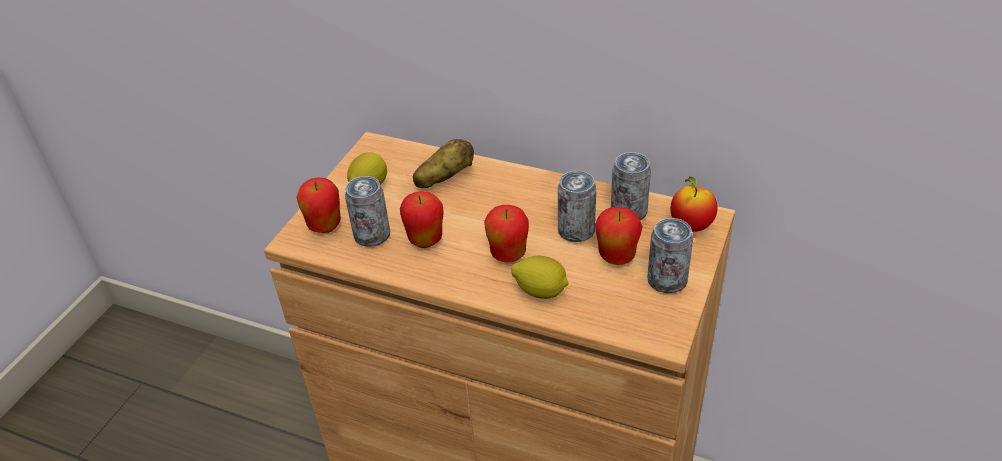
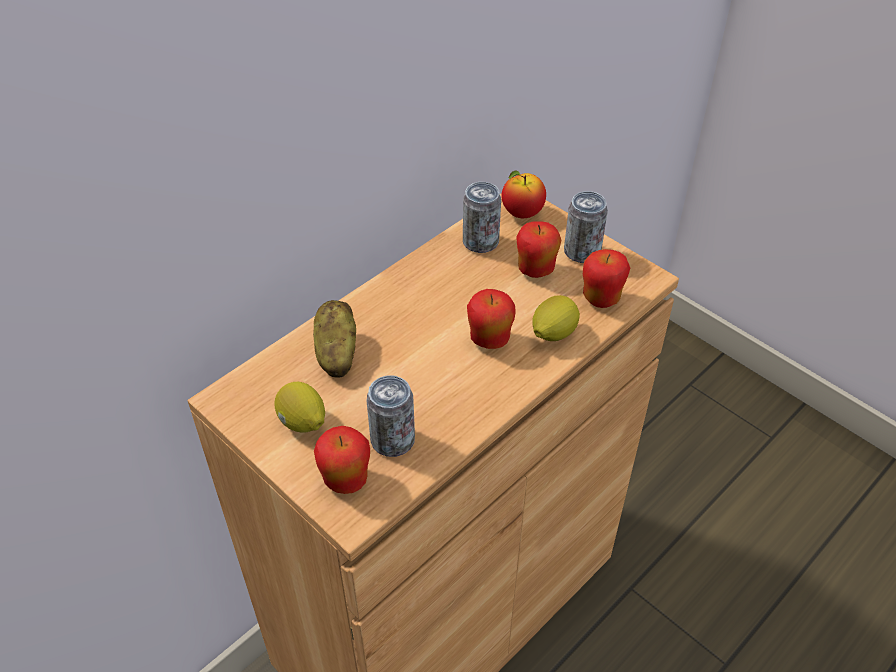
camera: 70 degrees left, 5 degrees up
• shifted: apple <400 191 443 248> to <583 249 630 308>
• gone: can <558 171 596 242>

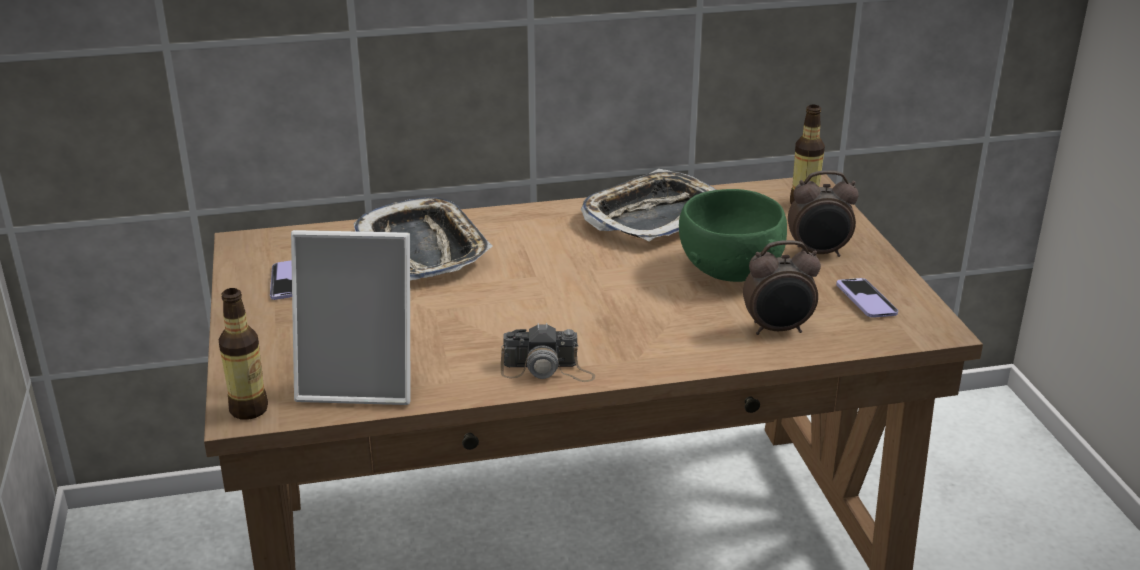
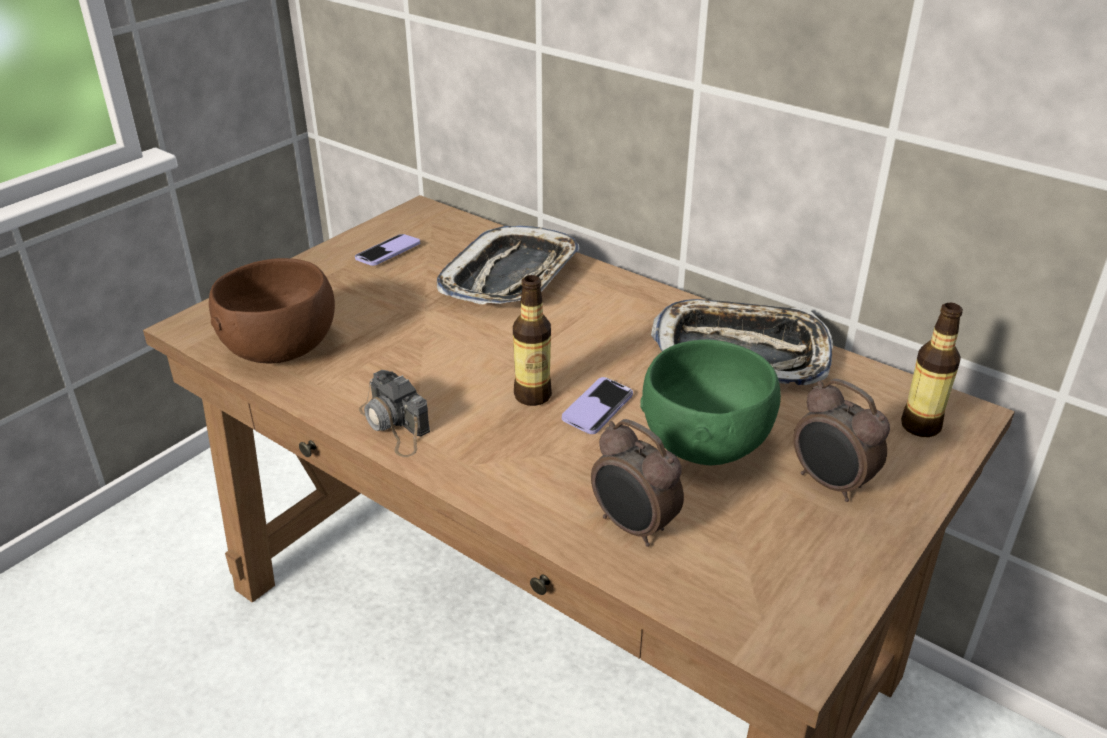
camera: 50 degrees right, 5 degrees up
• swapped: picture frame <291 230 411 405> to bowl/brown <209 258 335 363>
• shifted: bottle <219 288 268 420> to <513 275 552 406>
• shifted: phone <836 278 898 318> to <562 377 633 434>

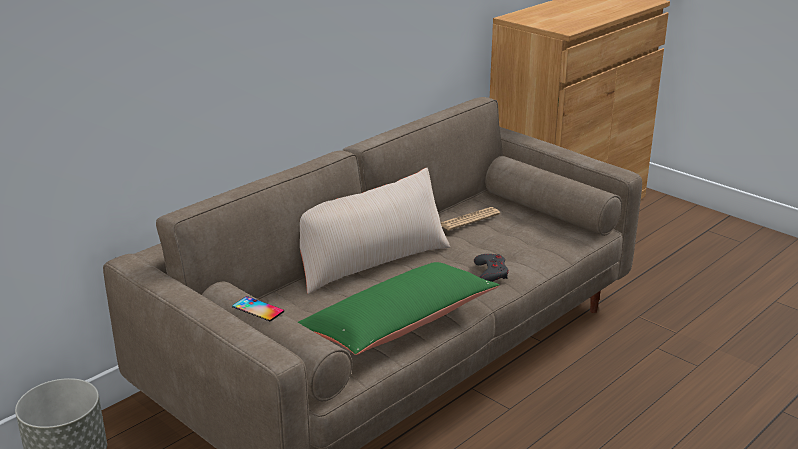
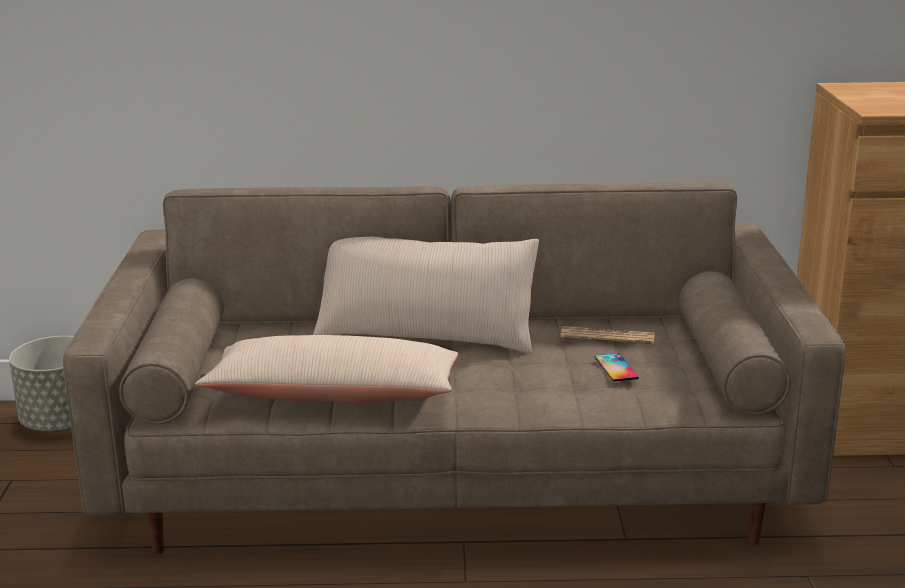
camera: 45 degrees right, 5 degrees down
• repainted: pillow/green <298 262 500 355> to pillow/beige <195 335 458 403>
• shifted: phone <232 296 284 321> to <594 353 639 382>
• gone: game controller/grey <474 254 509 282>

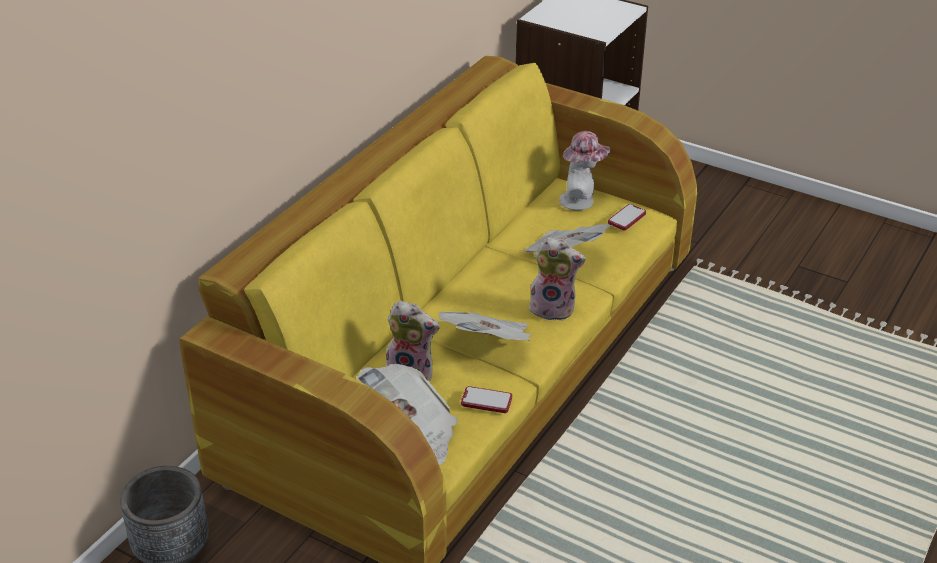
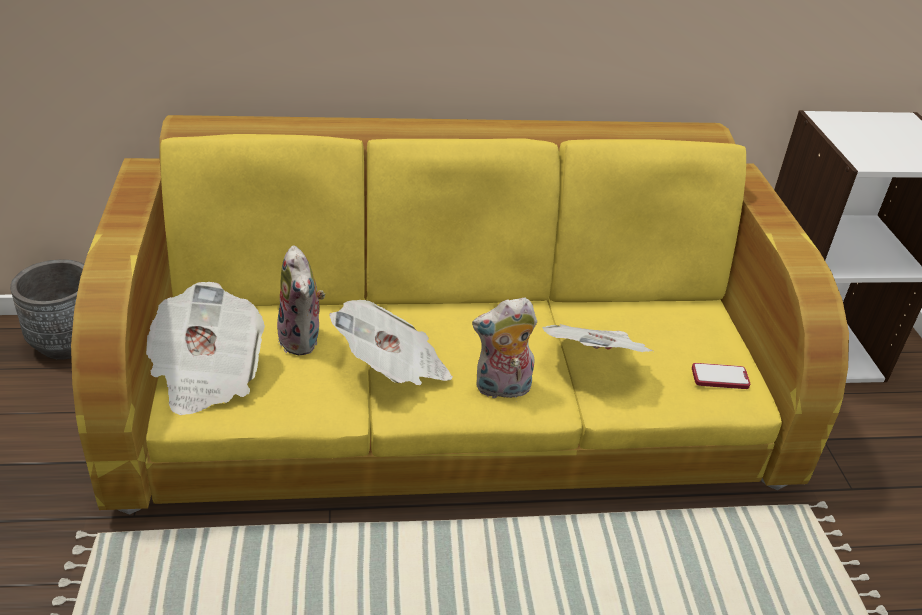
camera: 50 degrees right, 0 degrees up
• rotated: plush toy <529 237 586 321> = <472 297 537 398> 105 degrees clockwise
• gone: phone <461 386 512 413>
• gone: hat <559 131 610 210>

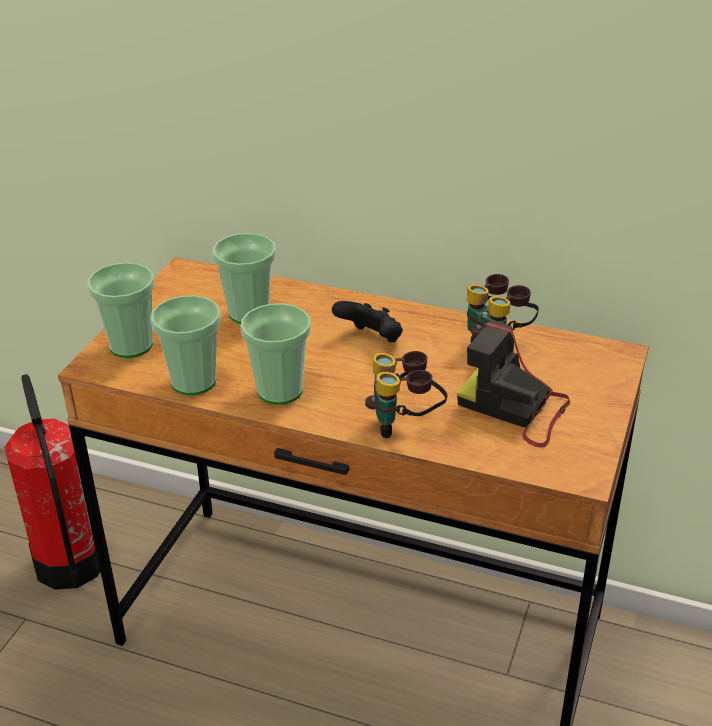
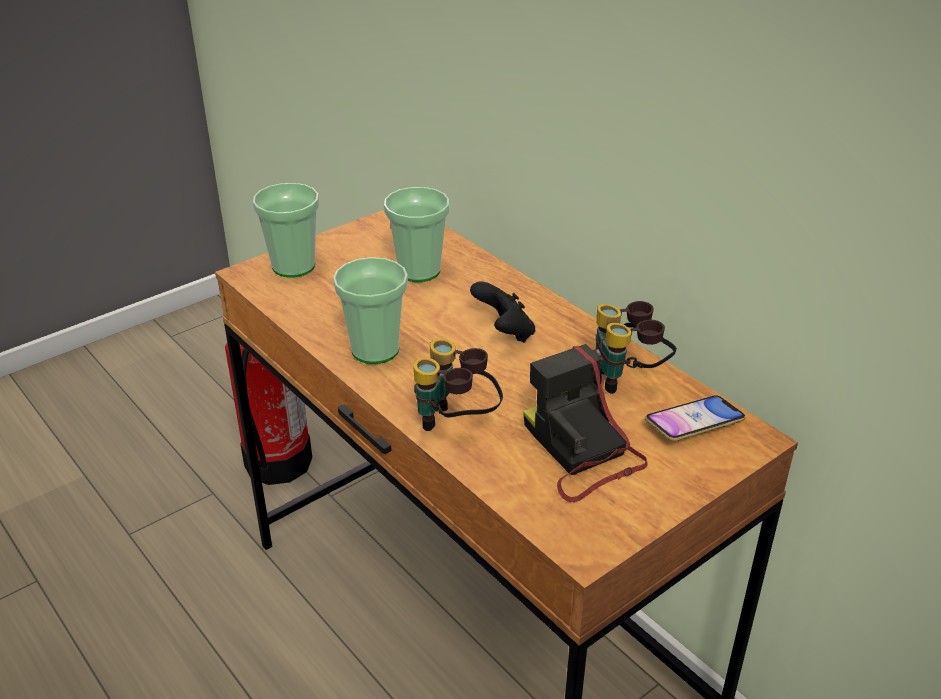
camera: 30 degrees right, 0 degrees up
• new: phone <645 395 745 441>
• gone: cup <150 295 221 395>

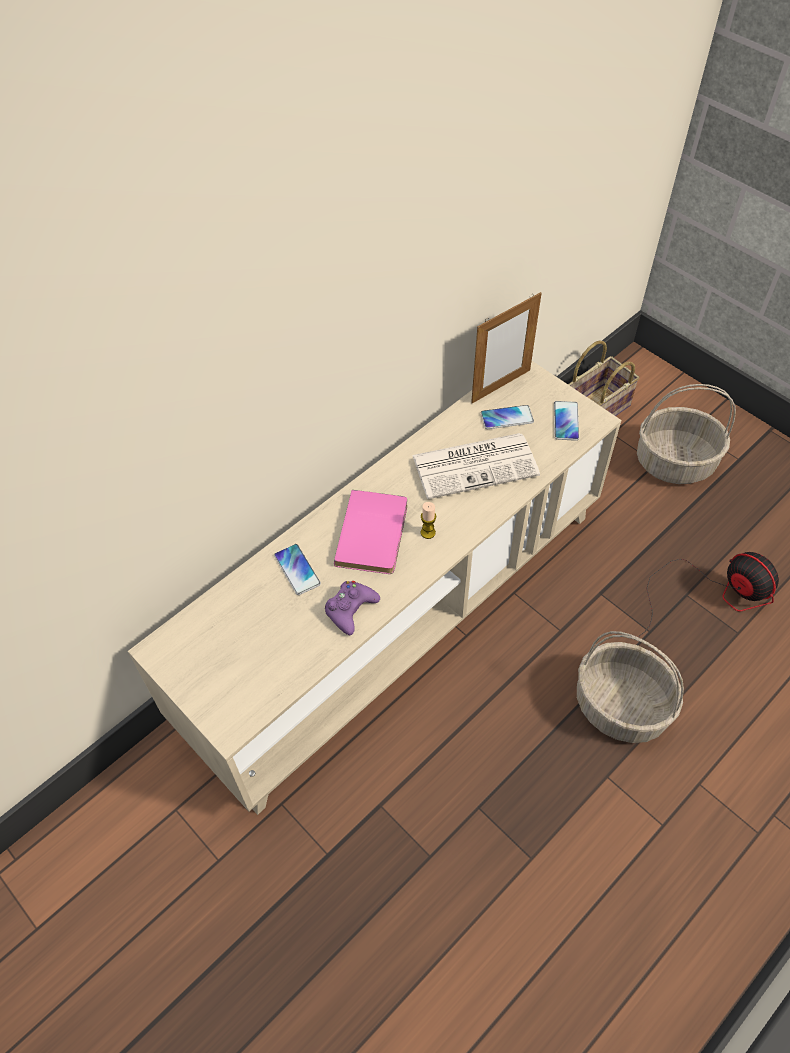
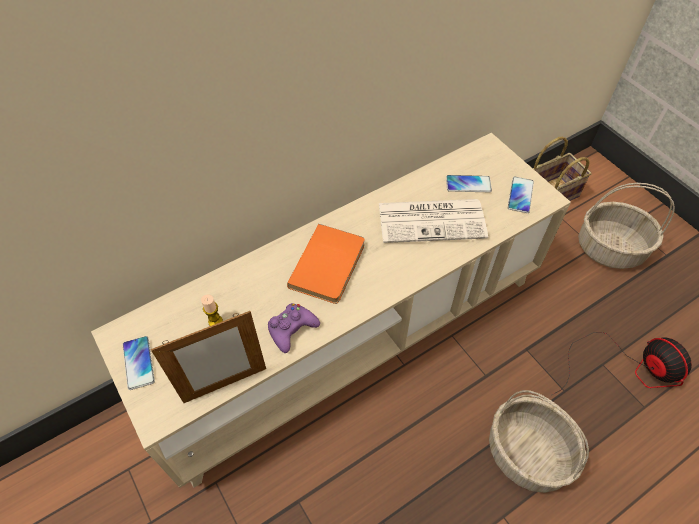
camera: 10 degrees right, 0 degrees up
• shifted: phone <274 544 321 595> to <123 336 155 390>
• shifted: picture frame <471 292 542 403> to <151 311 266 403>
• shifted: candle <421 502 436 539> to <201 295 223 326>
• repainted: book/pink <334 490 407 574> to book/orange <287 224 365 304>

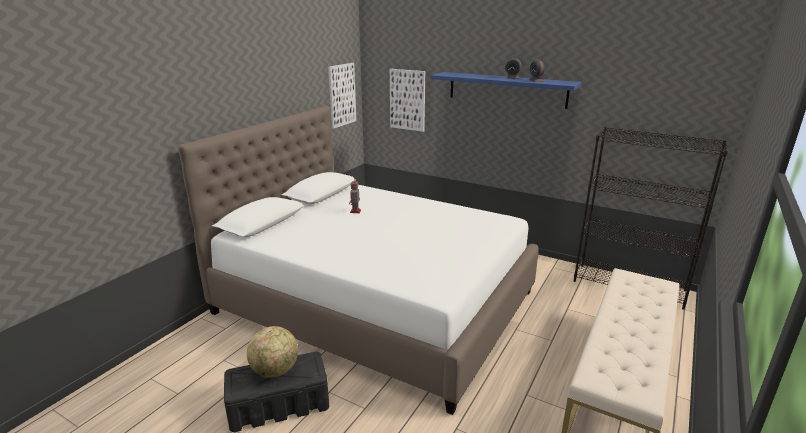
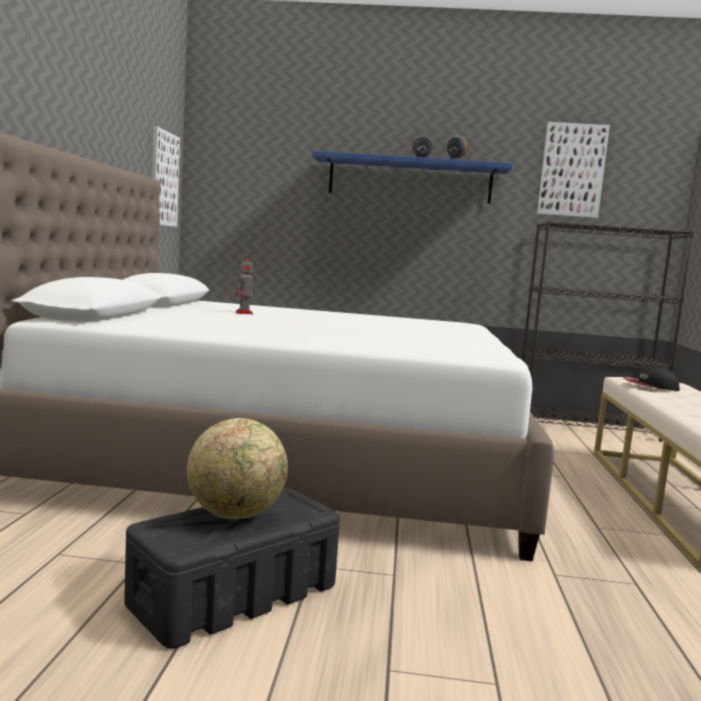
camera: 25 degrees left, 15 degrees down
• shifted: picture <390 69 425 132> to <537 122 610 218>
• new: cap <624 366 680 391>

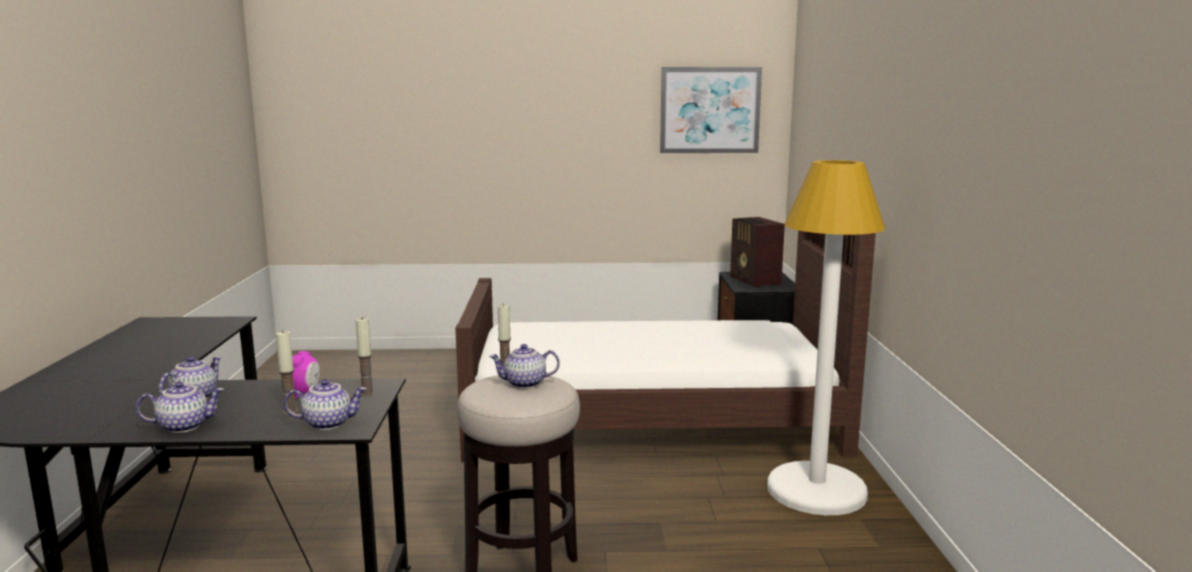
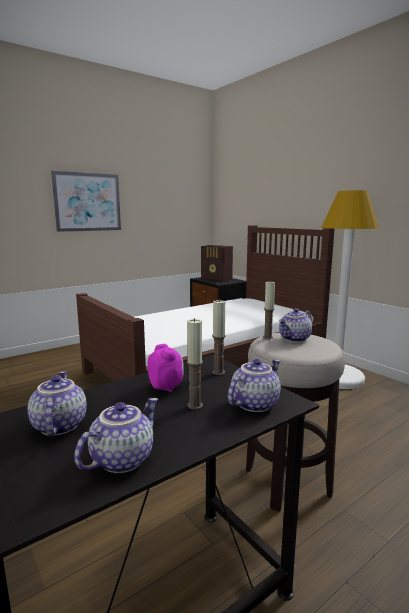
camera: 35 degrees left, 0 degrees up
• shifted: picture <660 67 762 153> to <51 171 121 232>

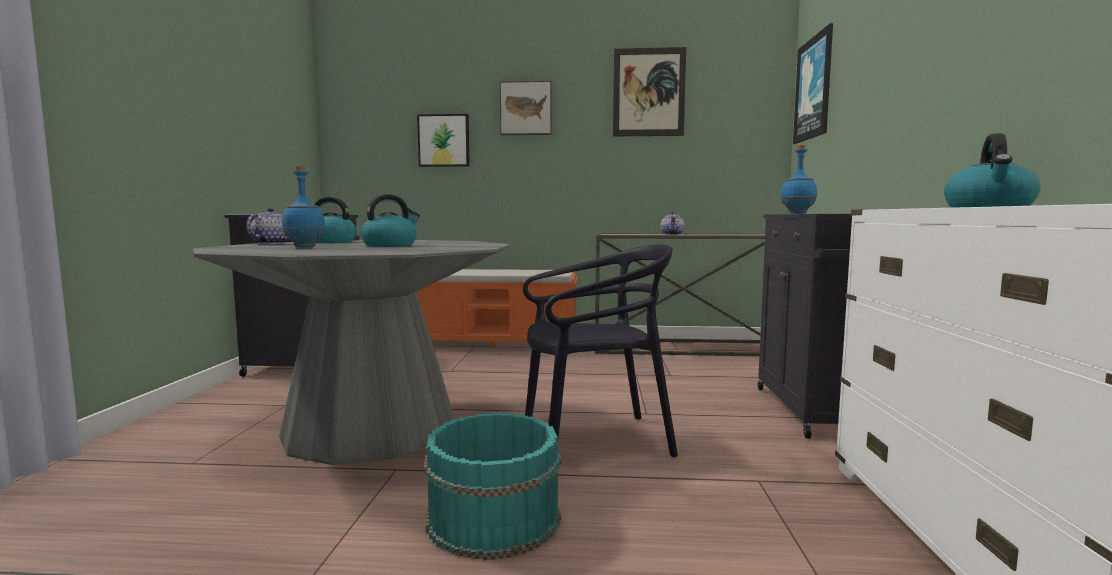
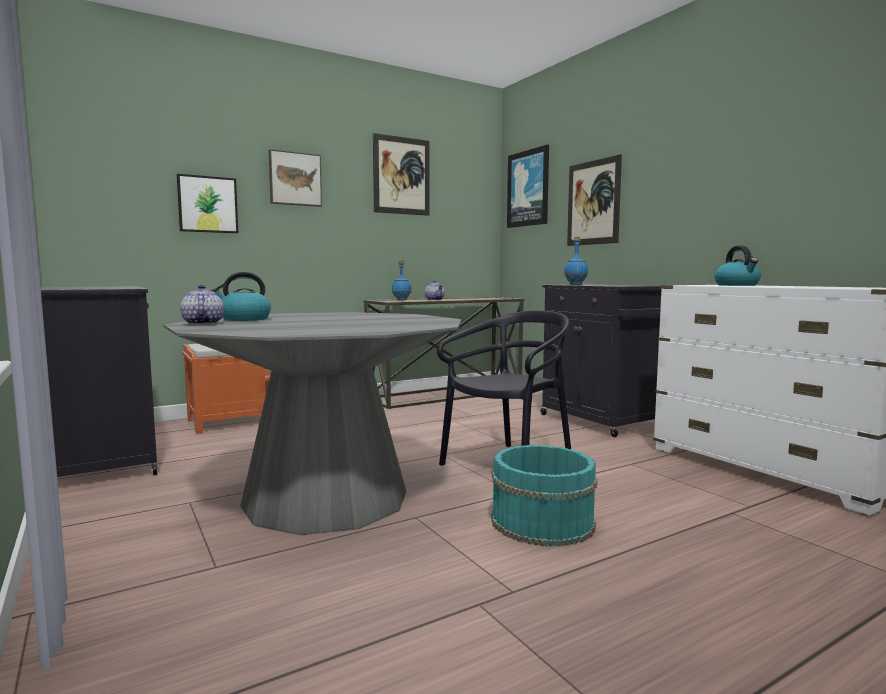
camera: 35 degrees left, 0 degrees up
• shifted: bottle/blue <282 166 326 247> to <392 260 411 301>
• new: picture <567 154 622 246>
• gone: kettle <361 194 420 247>

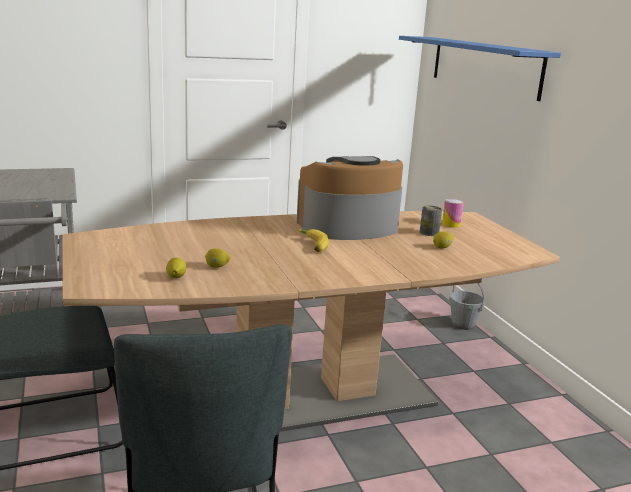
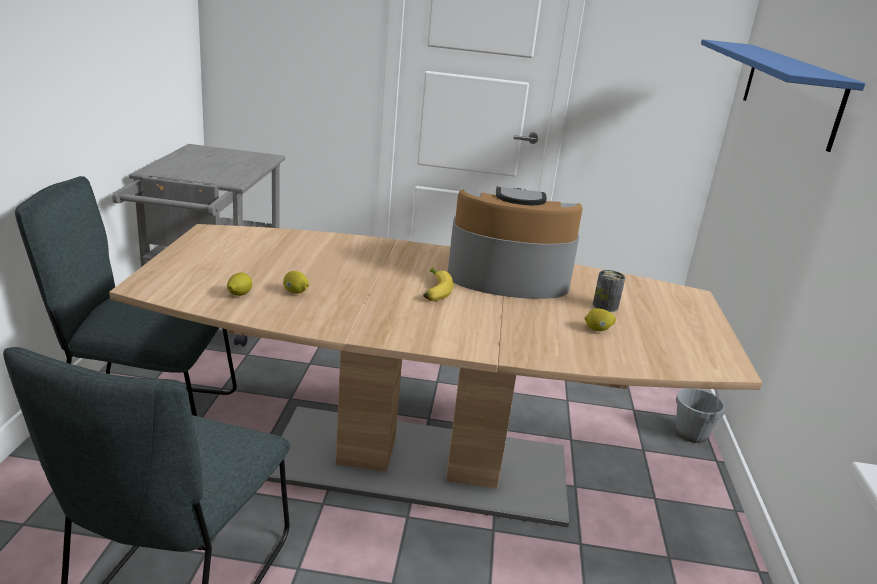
camera: 25 degrees right, 5 degrees up
• gone: can <442 199 464 228>

